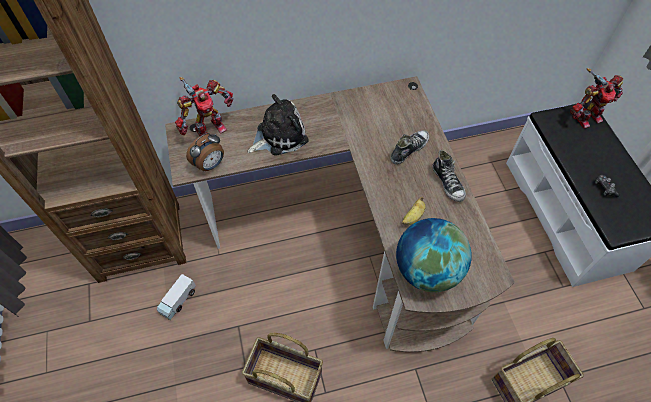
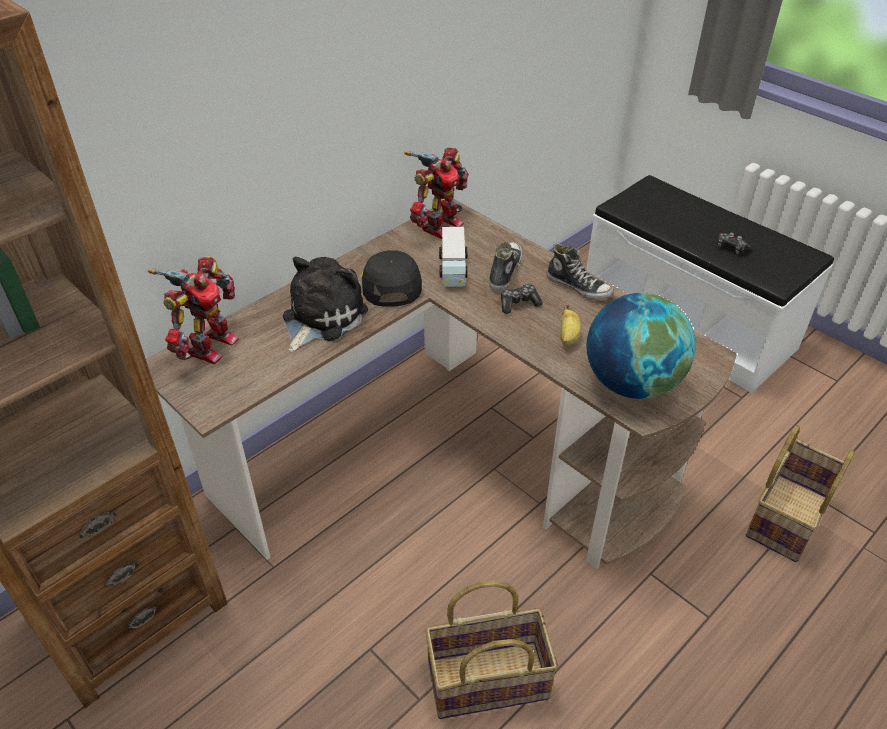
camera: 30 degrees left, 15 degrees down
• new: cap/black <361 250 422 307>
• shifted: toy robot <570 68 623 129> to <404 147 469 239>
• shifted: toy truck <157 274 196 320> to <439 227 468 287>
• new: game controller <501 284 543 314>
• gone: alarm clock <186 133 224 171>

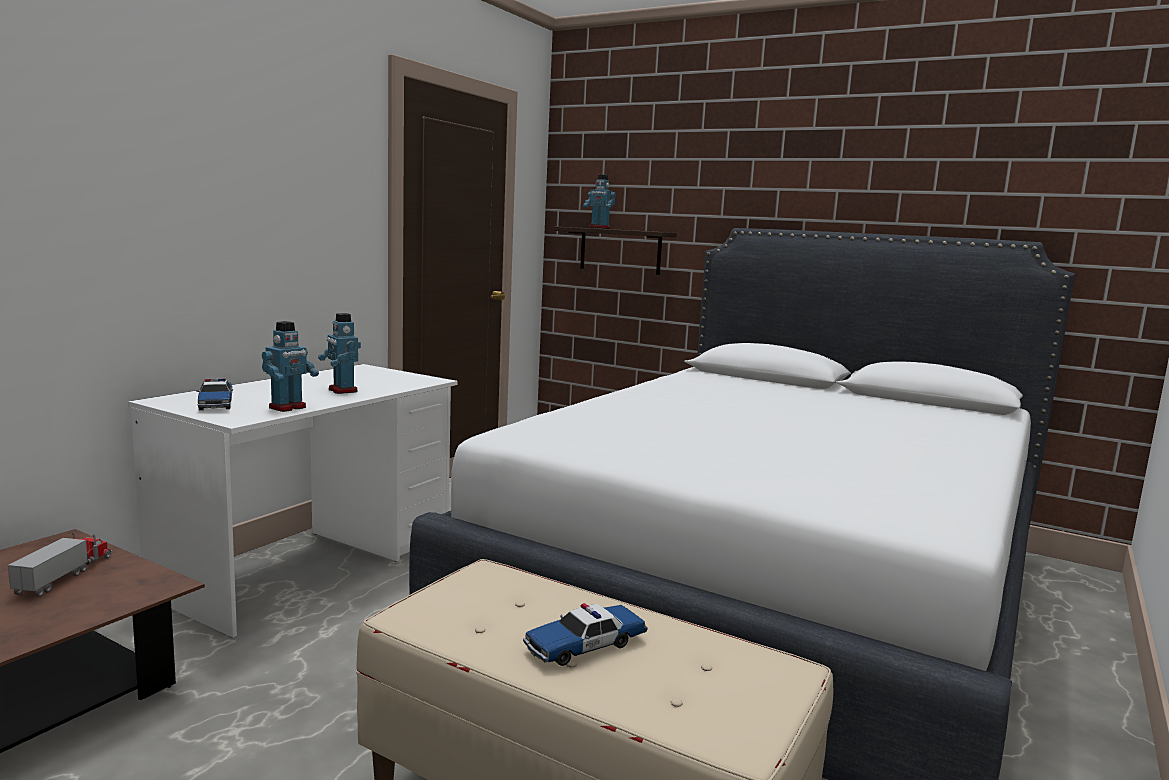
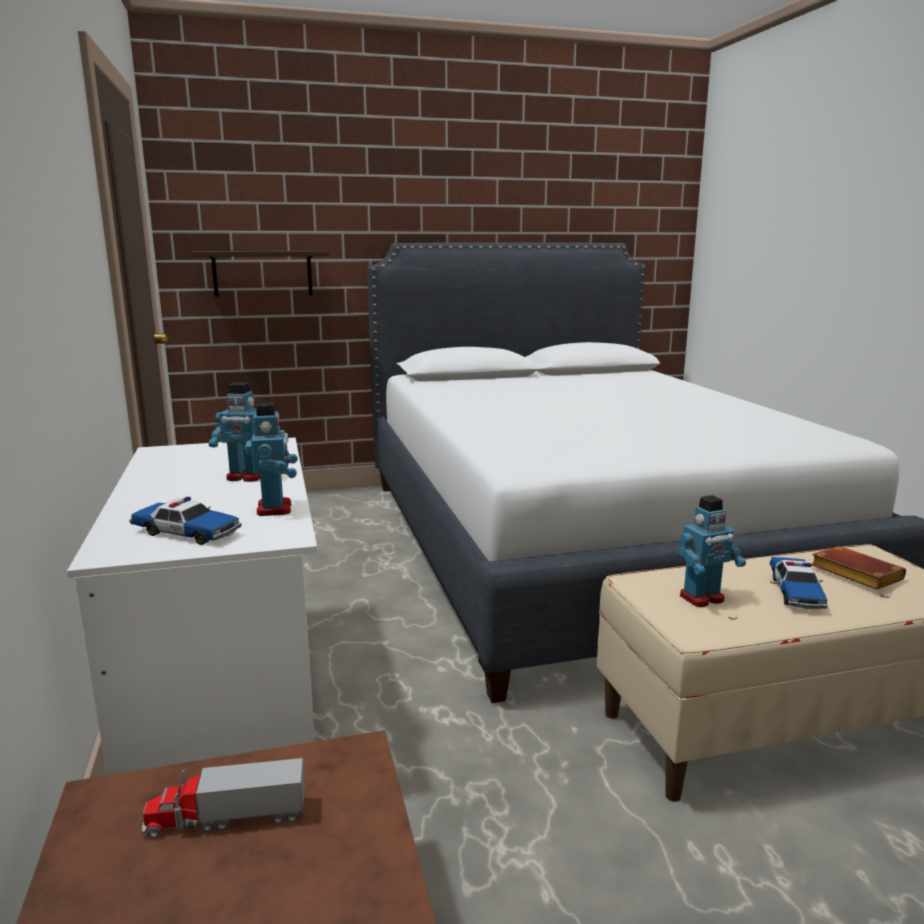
camera: 45 degrees left, 5 degrees up
• rotated: toy truck <8 532 112 597> = <142 758 305 838> 60 degrees counterclockwise
• shifted: toy robot <583 174 616 229> to <678 495 746 607>
• new: book/brown <811 546 906 590>

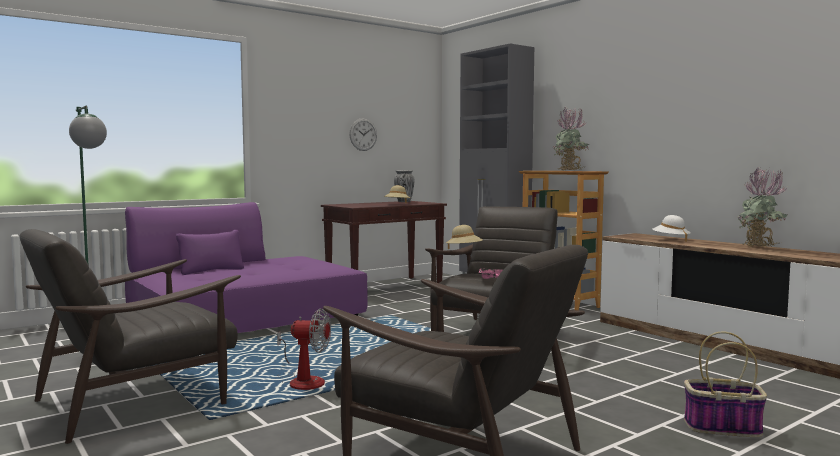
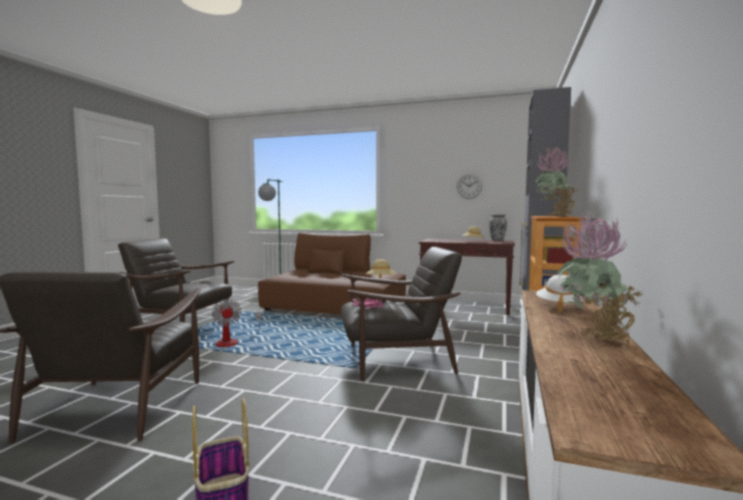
camera: 55 degrees right, 0 degrees up
• repainted: sofa/purple <125 202 368 333> to sofa/brown <258 232 406 314>

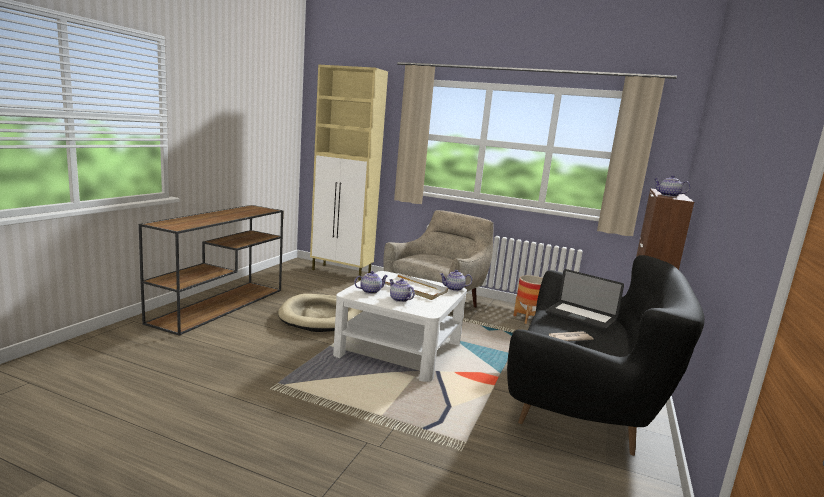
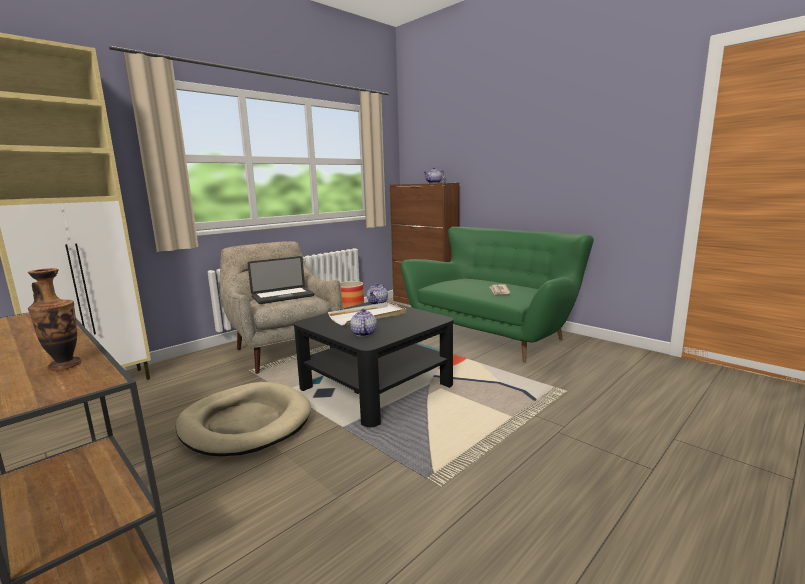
camera: 65 degrees left, 0 degrees up
• new: vase <28 268 82 370>
• shifted: laptop <545 269 624 331> to <248 256 315 304>
• repainted: coffee table/white <333 271 467 382> to coffee table/black <294 301 453 427>
• repainted: sofa/black <507 255 705 456> to sofa/green <401 227 594 363>
• gone: teapot <389 279 415 302>

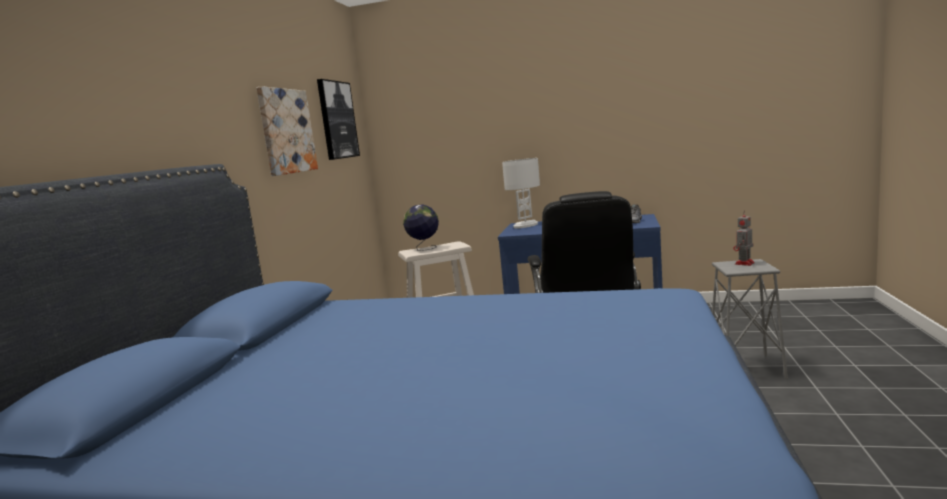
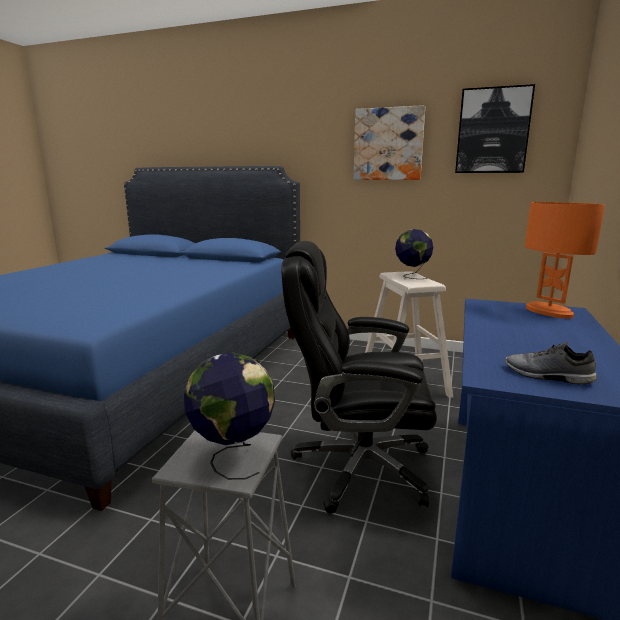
camera: 95 degrees right, 5 degrees up
• swapped: toy robot <733 210 755 266> to globe <184 352 275 480>
• repainted: table lamp/white <502 158 540 229> to table lamp/orange <525 202 605 319>

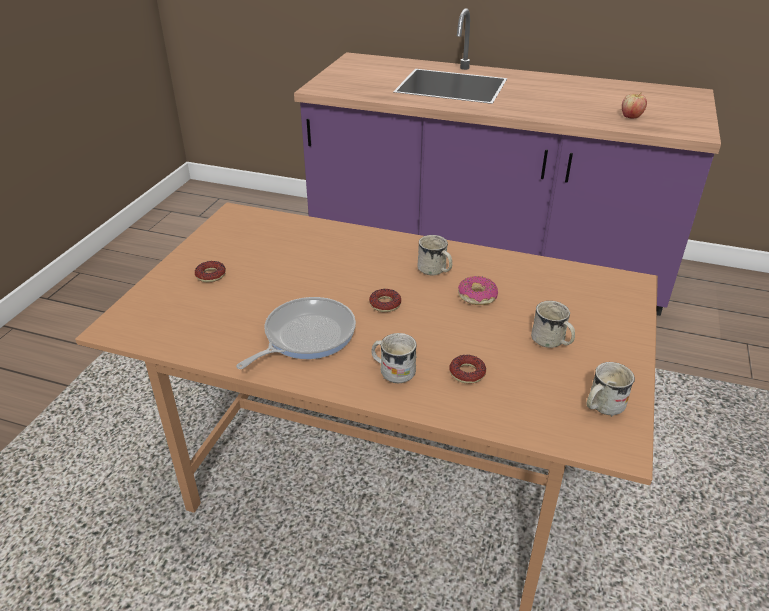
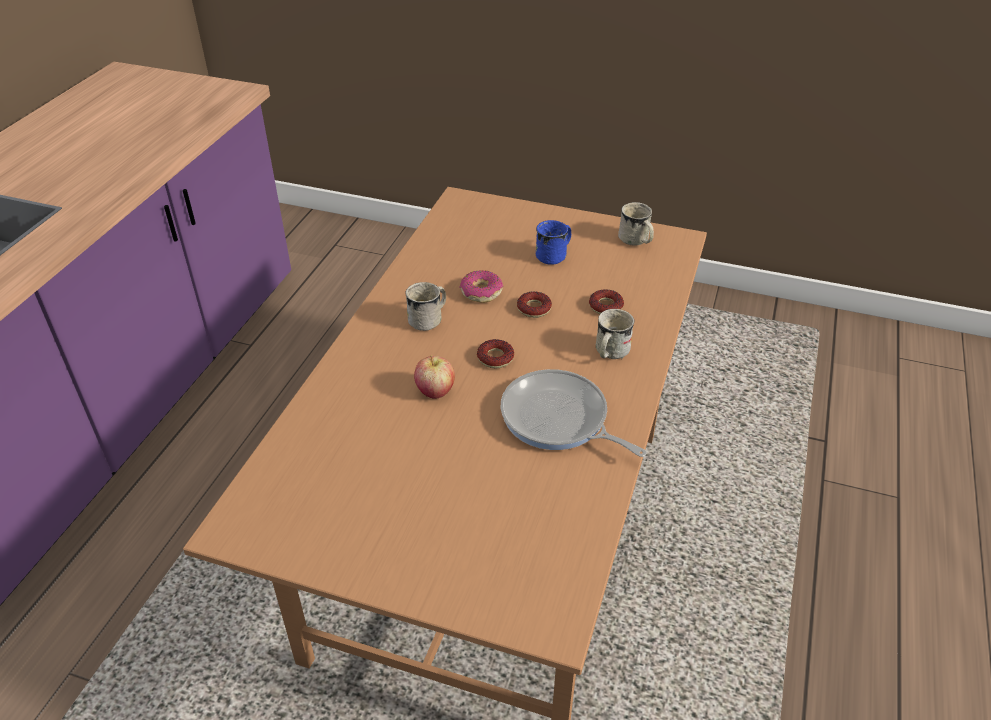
camera: 90 degrees left, 5 degrees up
• shifted: apple <622 93 647 119> to <414 355 455 399>
• shifted: donut <195 261 226 282> to <517 291 552 318>
• repainted: mug/white <531 301 575 348> to mug/blue <536 220 571 265>

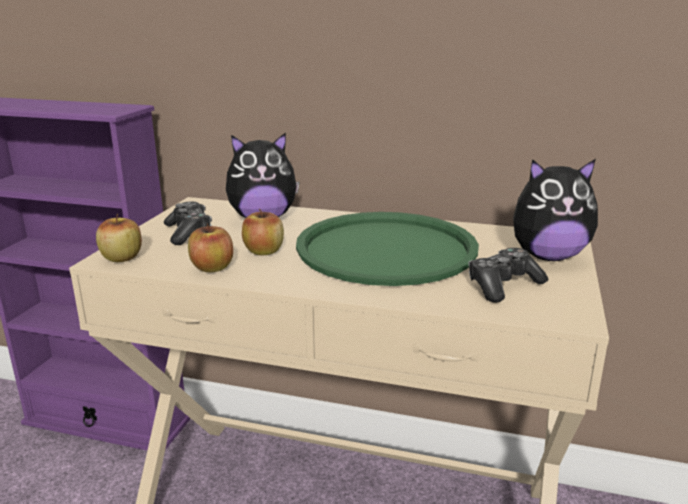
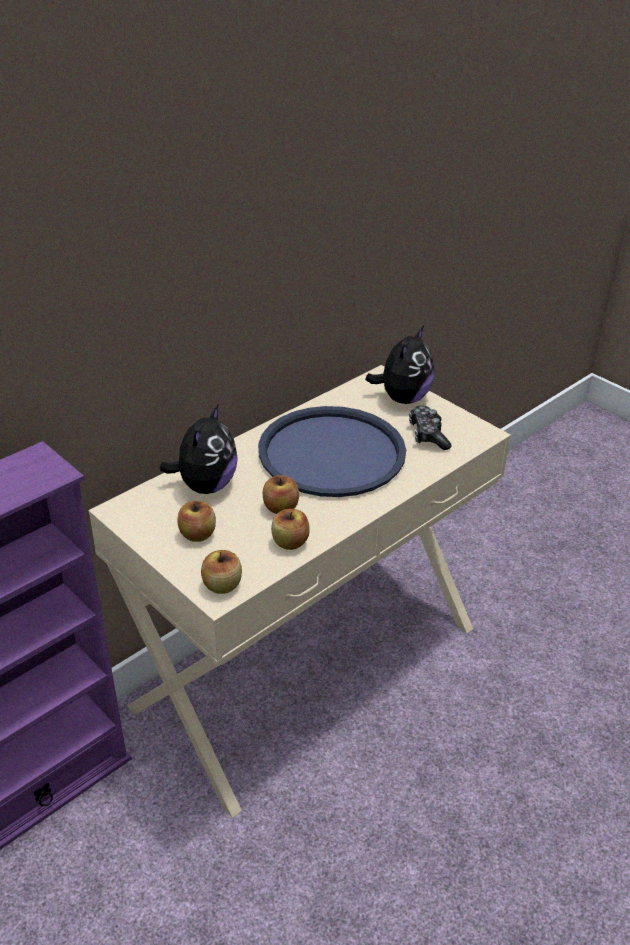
camera: 60 degrees left, 15 degrees up
• swapped: game controller <164 202 212 245> to apple <178 501 216 542>
• repainted: tray/green <296 212 479 286> to tray/blue <258 406 406 497>

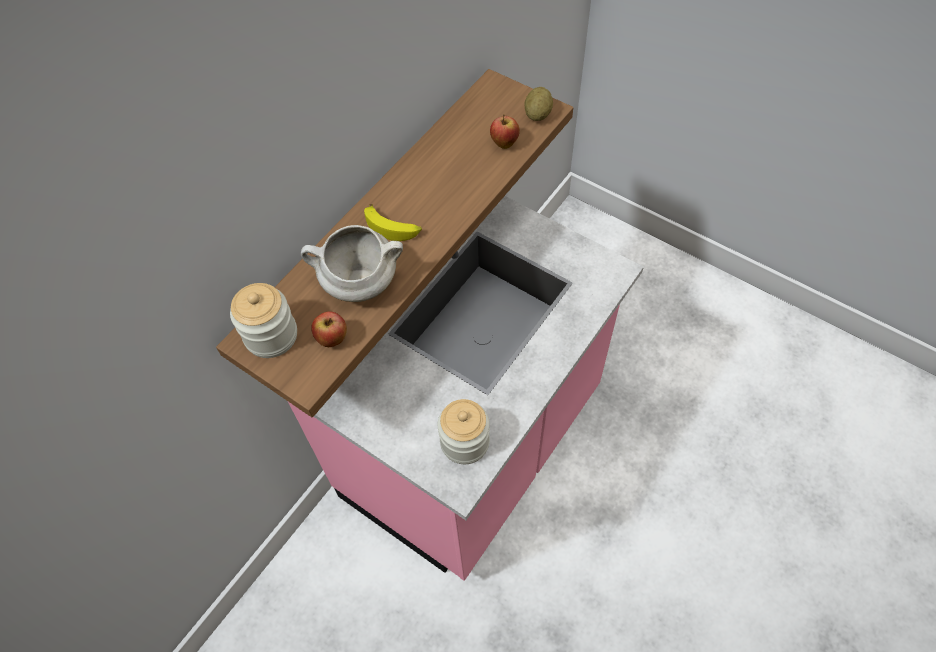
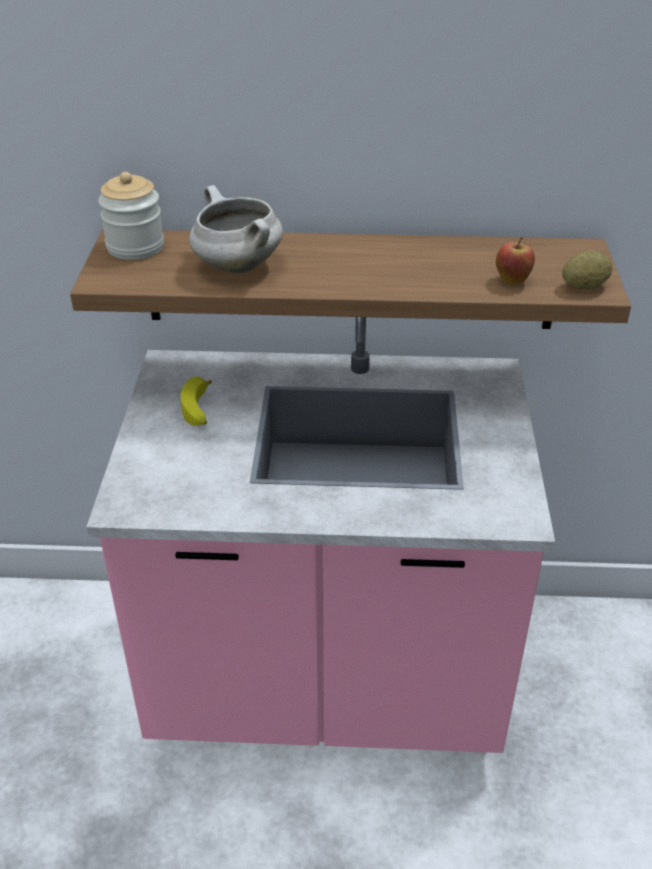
camera: 55 degrees right, 20 degrees down
• shifted: banana <364 204 422 241> to <181 376 212 426>
• gone: apple <311 311 347 347>
• gone: jar <438 399 490 464>

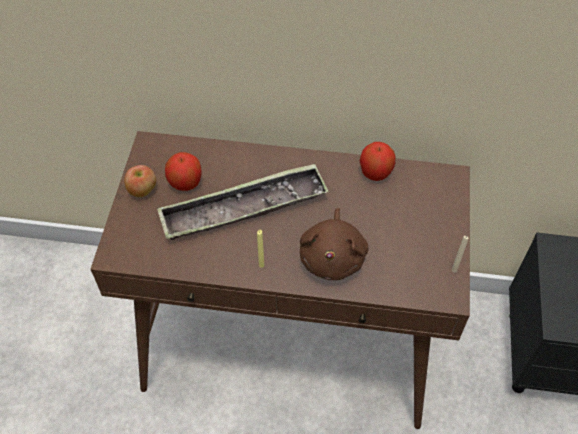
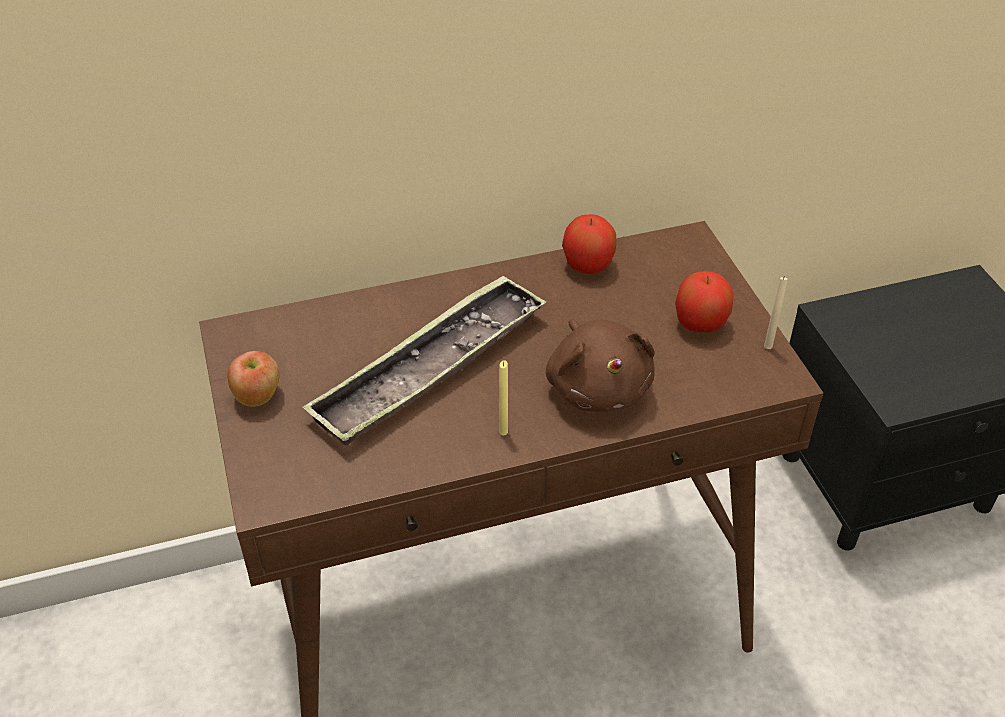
camera: 25 degrees left, 10 degrees down
• shifted: apple <165 152 202 191> to <675 271 733 332>

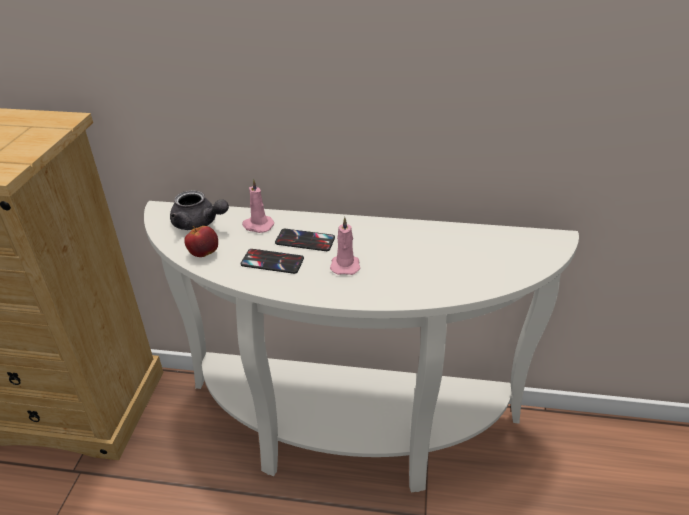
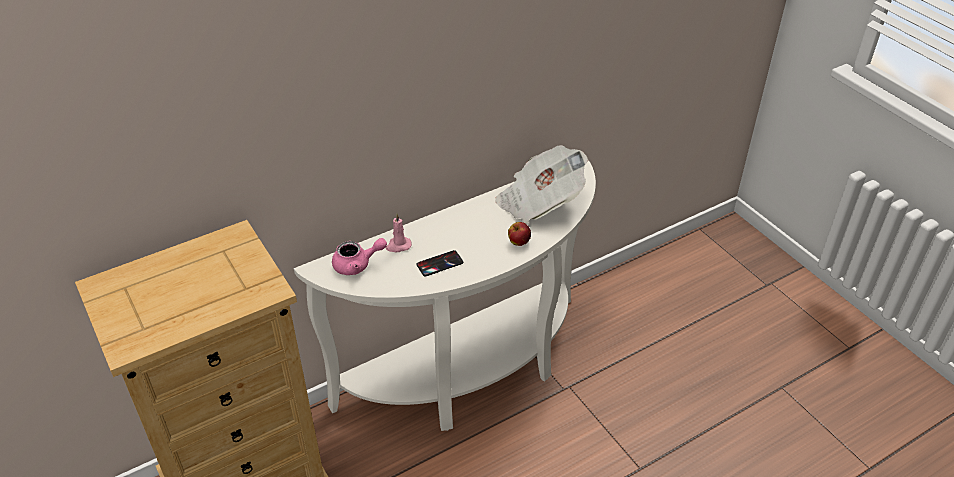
camera: 40 degrees left, 5 degrees up
• repainted: teapot/grey <170 190 229 230> to teapot/pink <332 238 387 275>
• new: newspaper <495 145 588 224>
• shifted: apple <184 226 218 257> to <508 222 531 246>
• gone: phone <275 229 335 251>
• gone: candle/pink <330 217 360 275>

